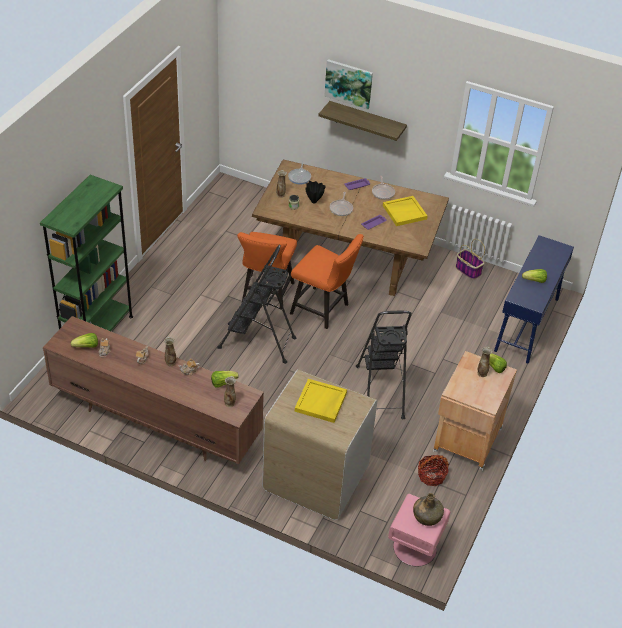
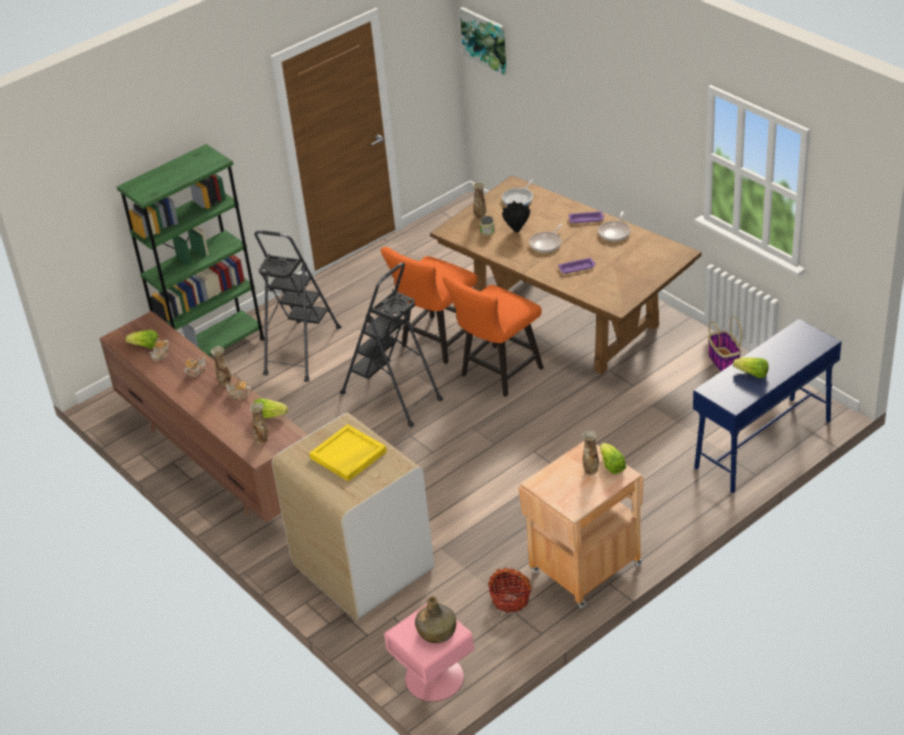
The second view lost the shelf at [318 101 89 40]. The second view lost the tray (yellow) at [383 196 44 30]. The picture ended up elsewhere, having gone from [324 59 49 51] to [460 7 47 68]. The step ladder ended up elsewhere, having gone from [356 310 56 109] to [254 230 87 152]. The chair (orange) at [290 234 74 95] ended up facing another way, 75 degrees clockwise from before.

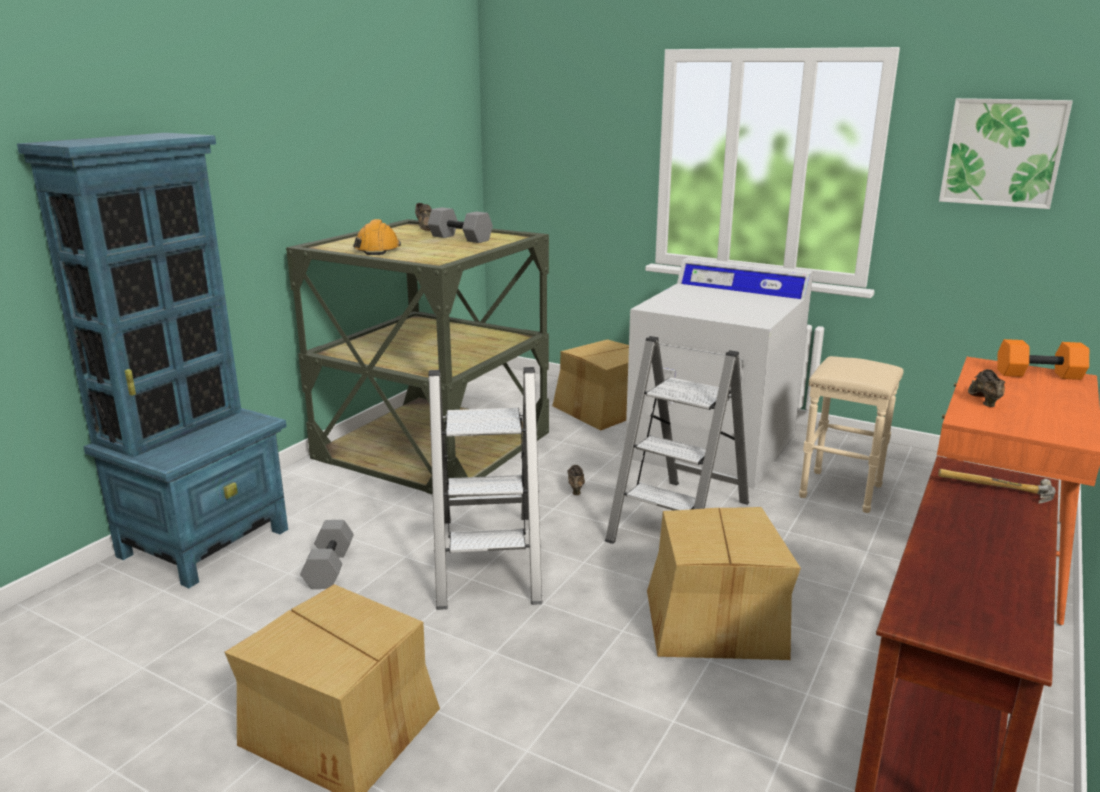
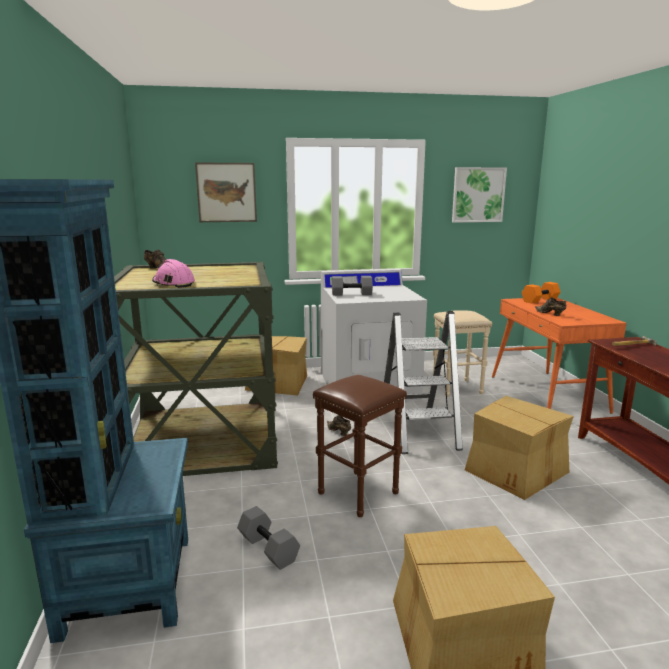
The second view gained the picture at [195 163 62 59]. The dumbbell (grey) ended up elsewhere, having gone from [428 207 65 36] to [332 276 41 20]. Where the step ladder (grey) stood at [428 367 114 243], the stool (brown) came to stand at [313 375 94 142]. What was the hard hat (orange) at [353 219 48 36] turned into the hard hat (pink) at [152 259 43 29].

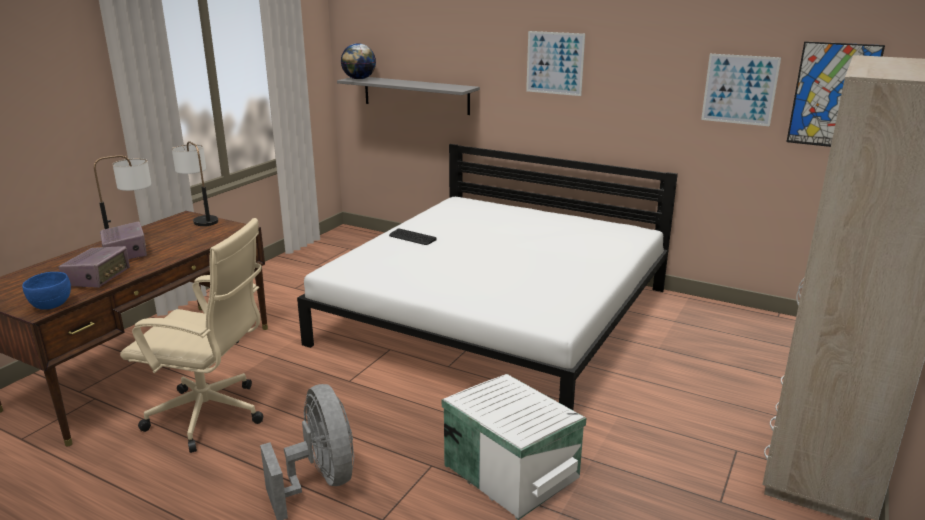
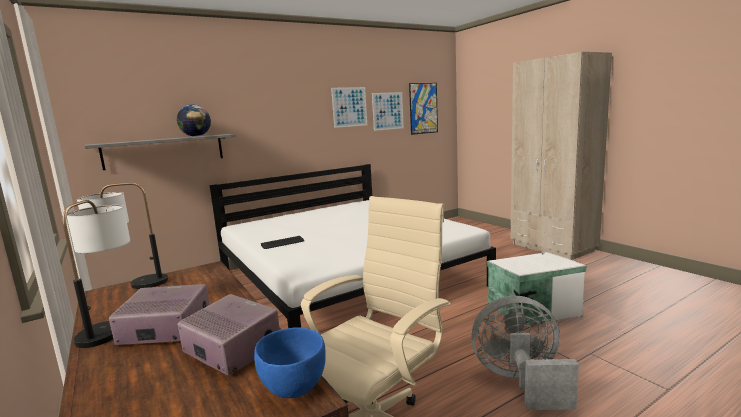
The globe ended up elsewhere, having gone from [341 43 35 37] to [177 104 34 33]. The picture ended up elsewhere, having gone from [526 31 59 65] to [331 87 36 41].

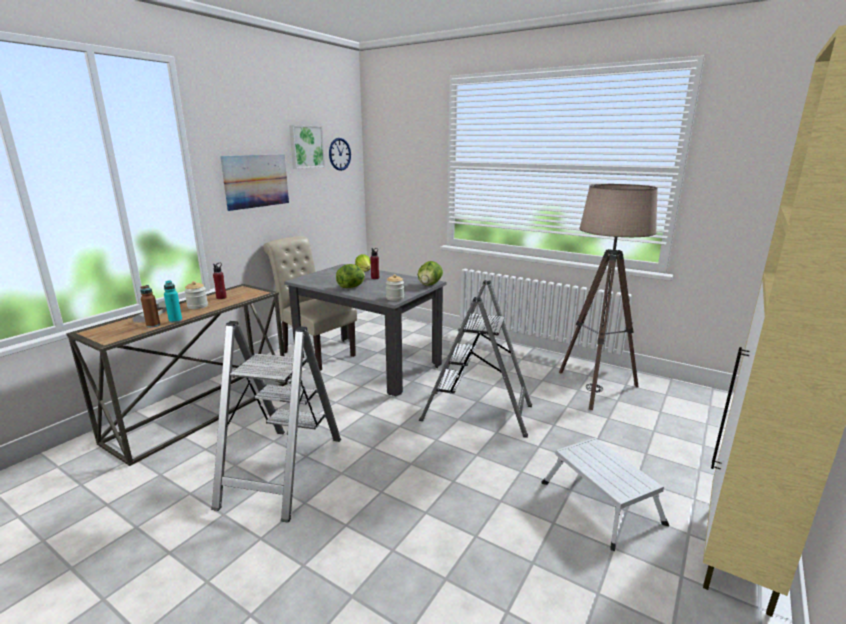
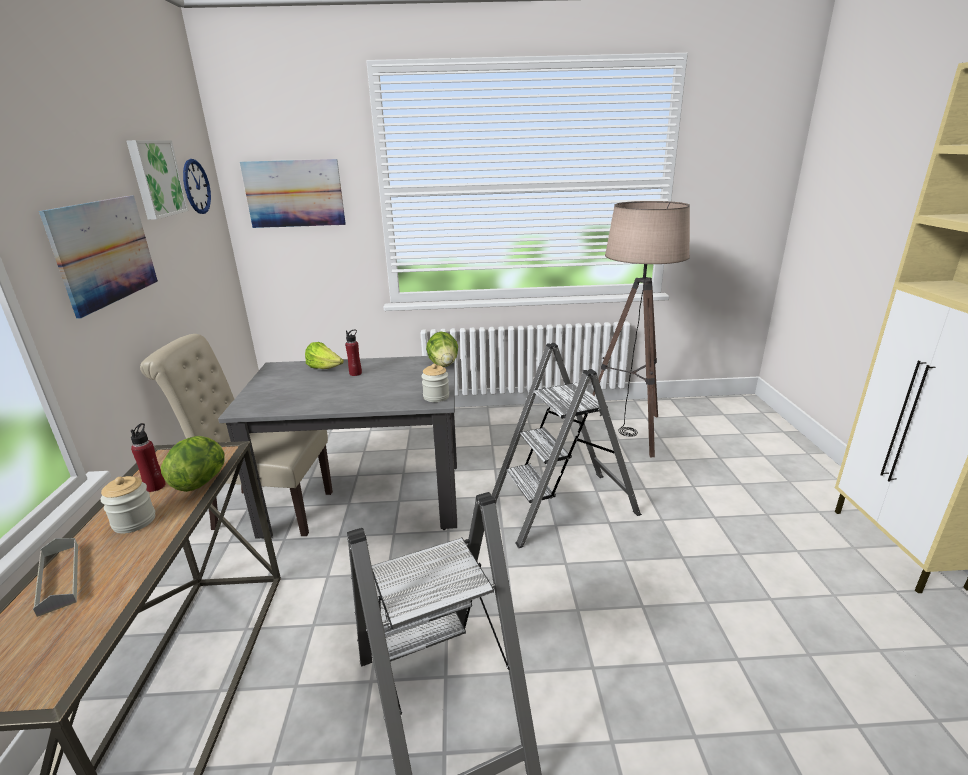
The second view lost the bottle (brown) at [140 285 20 43]. The second view lost the bottle (turquoise) at [164 280 18 43]. The second view lost the step ladder (white) at [541 437 128 114]. The second view gained the picture at [240 159 106 69]. The lettuce ended up elsewhere, having gone from [336 264 29 24] to [161 436 64 56].

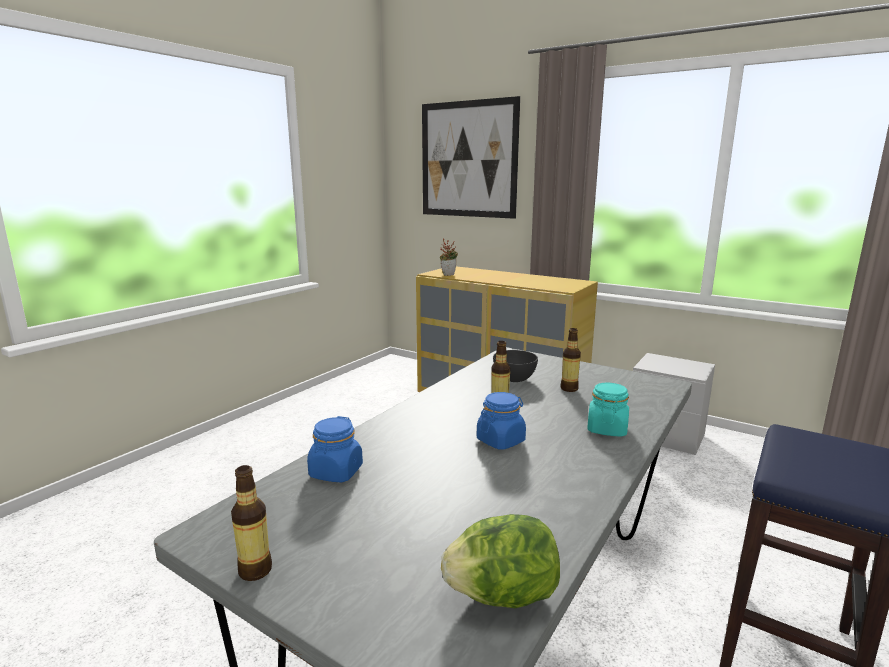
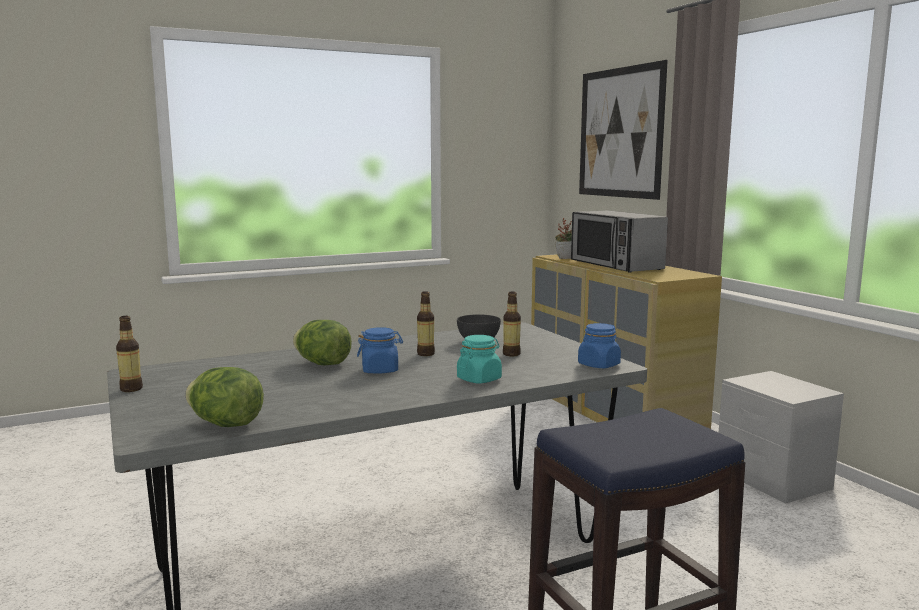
The second view gained the lettuce at [293 320 59 45]. The second view gained the microwave at [571 210 97 62]. The jar (blue) ended up elsewhere, having gone from [307 416 56 67] to [578 323 43 45].

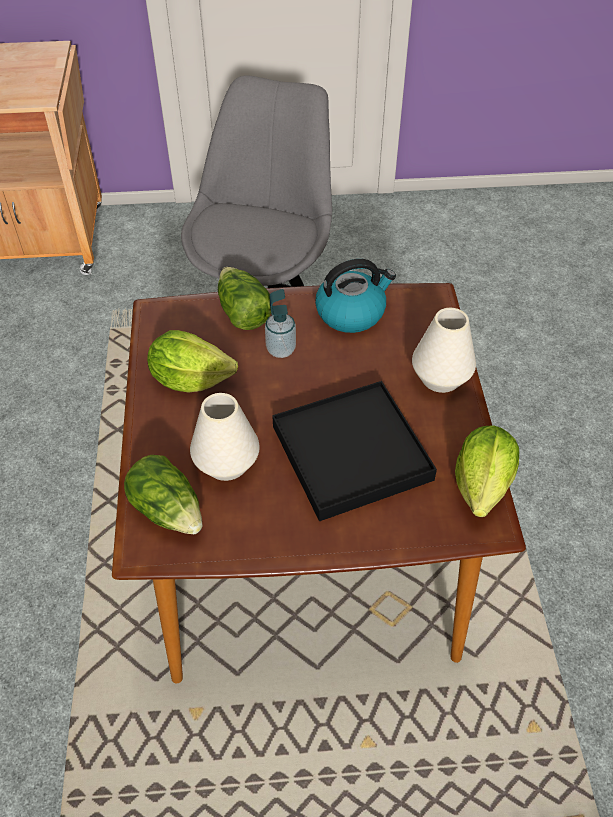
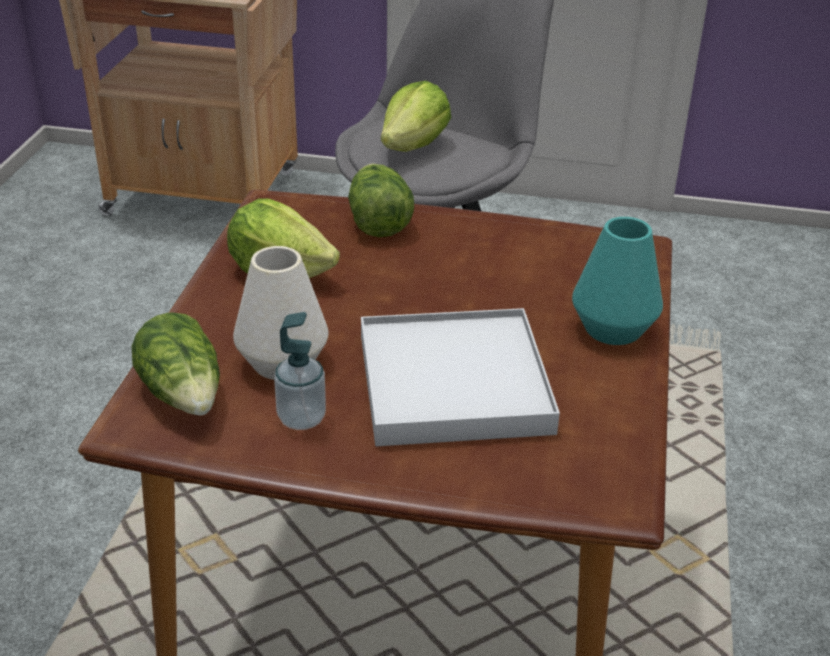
The second view lost the kettle at [315 259 81 74]. The soap dispenser ended up elsewhere, having gone from [265 289 31 69] to [274 312 52 118]. The lettuce ended up elsewhere, having gone from [455 425 64 92] to [381 81 70 71]. What was the tray (black) at [272 381 165 140] turned into the tray (white) at [361 308 199 138]. What was the vase (white) at [412 308 64 85] turned into the vase (turquoise) at [572 217 91 128].

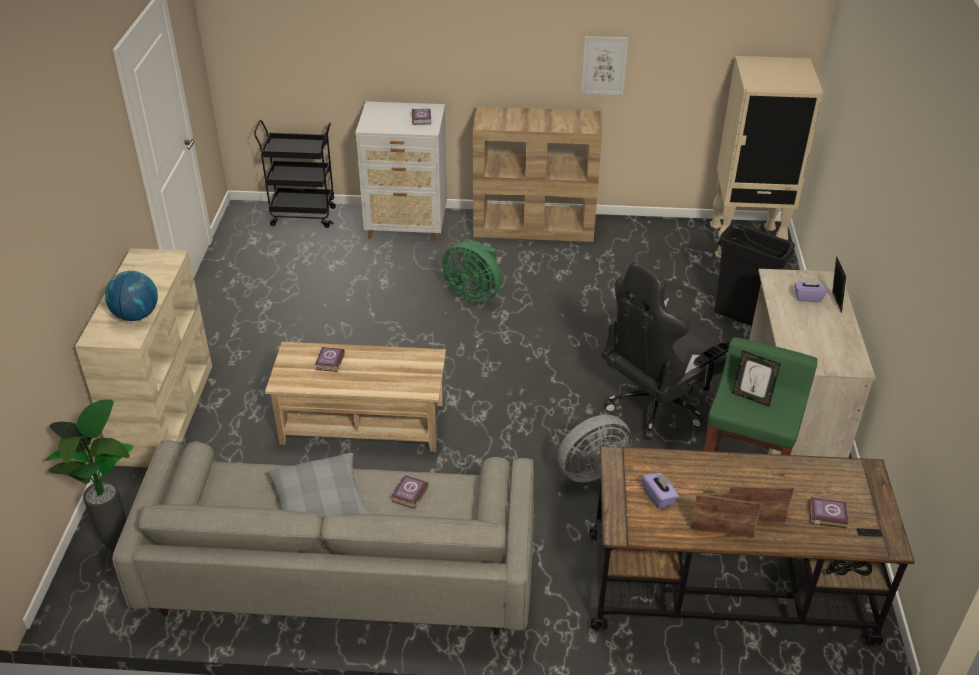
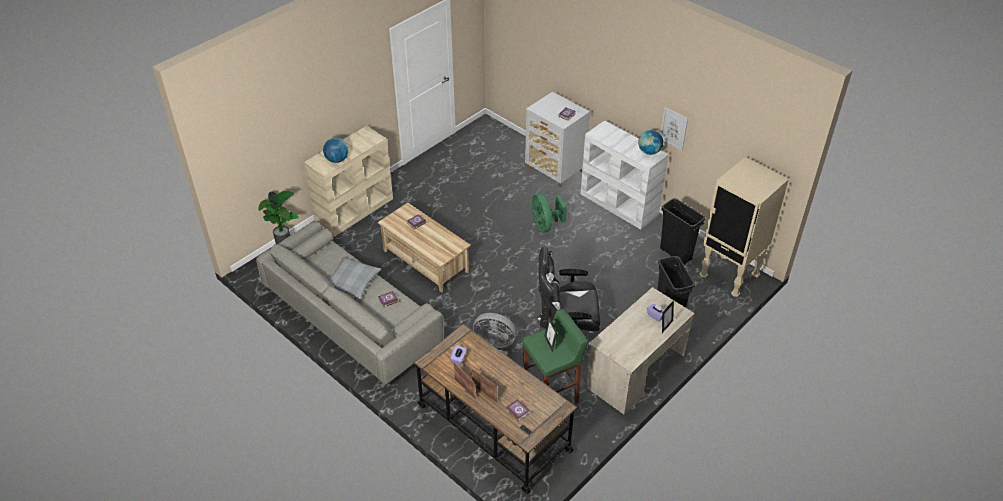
The second view lost the cart (black) at [254 120 82 108]. The second view gained the globe at [638 130 25 25]. The second view gained the trash can (black) at [660 198 45 67]. What was the bookcase (brown) at [473 107 129 135] turned into the bookcase (white) at [581 120 87 110].

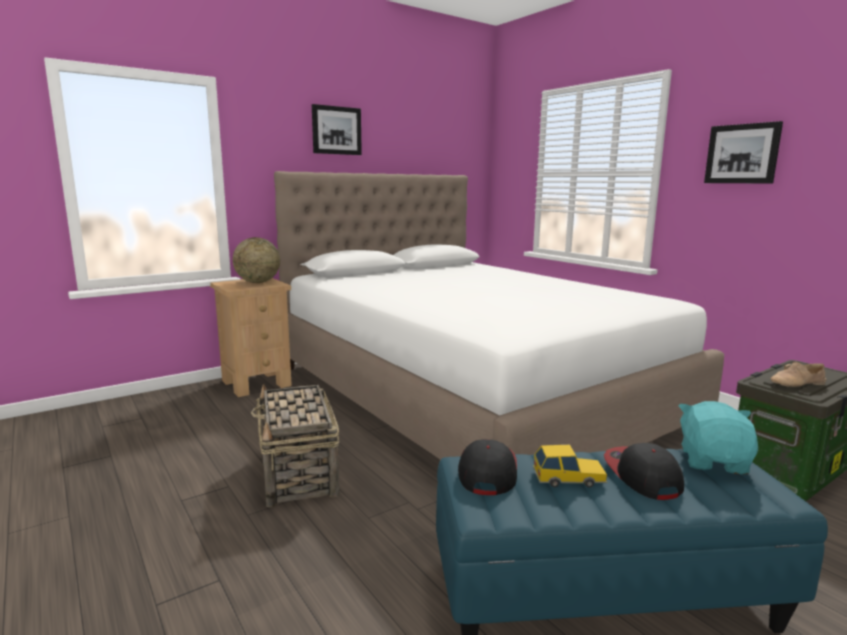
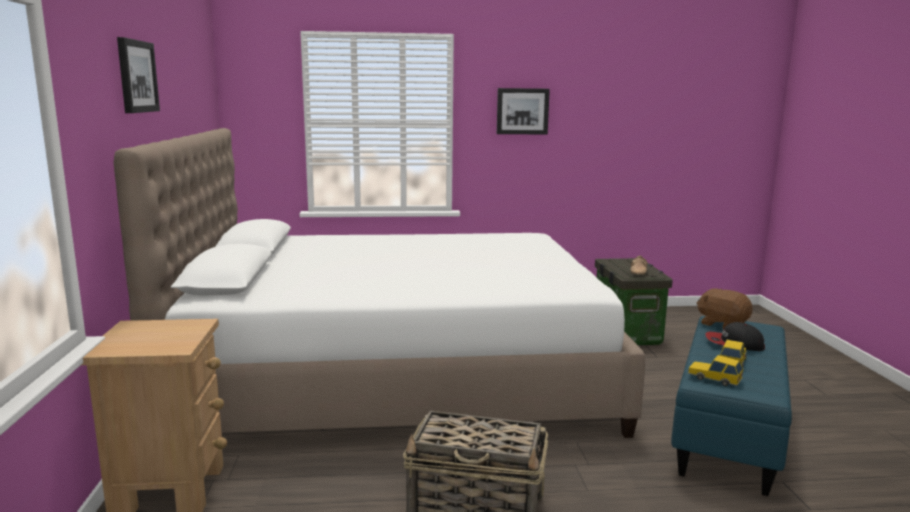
The second view lost the globe at [233 237 47 46]. Where the cap stood at [458 439 59 56], the toy car came to stand at [688 355 55 31]. What was the plush toy (turquoise) at [679 401 79 74] turned into the plush toy (brown) at [697 288 56 41].

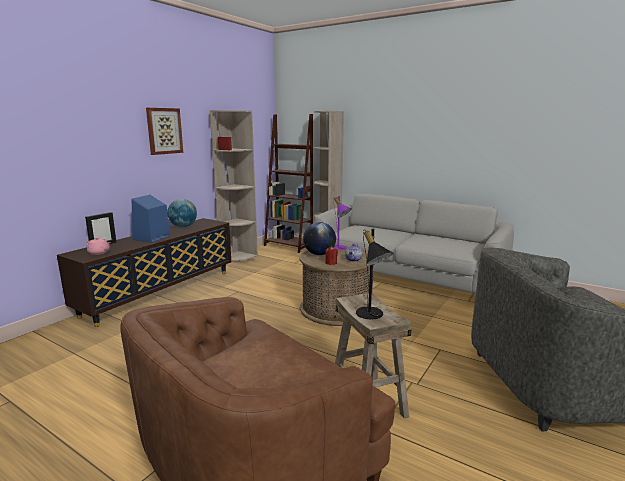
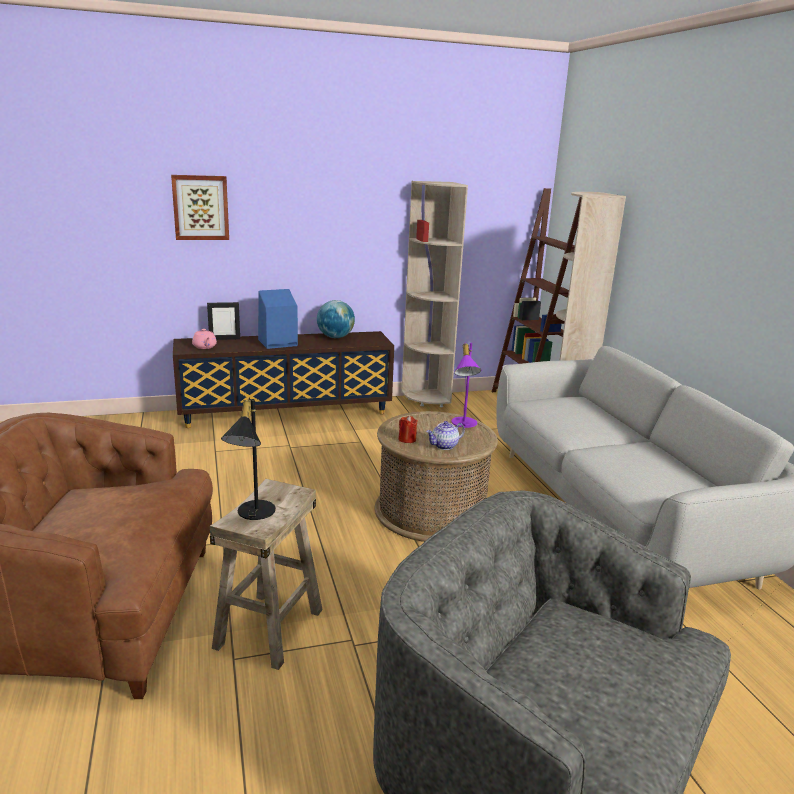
The second view lost the globe at [303 222 33 33]. The picture ended up elsewhere, having gone from [146 108 37 47] to [171 175 58 65].

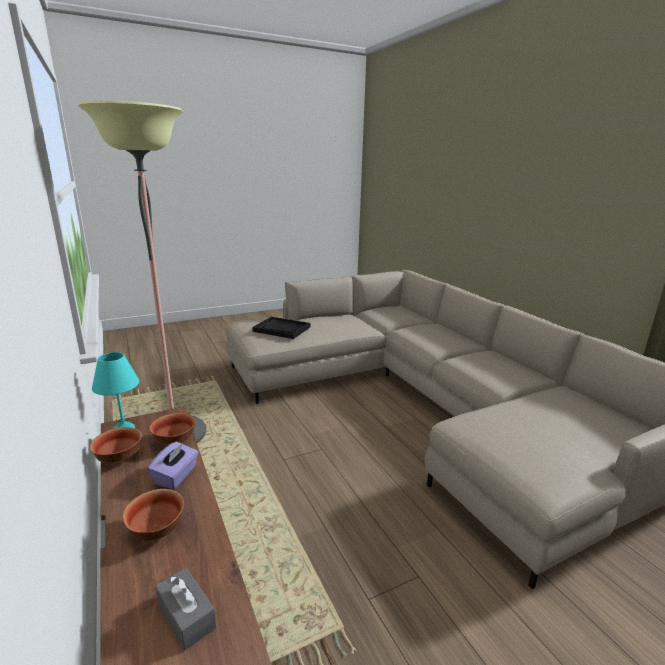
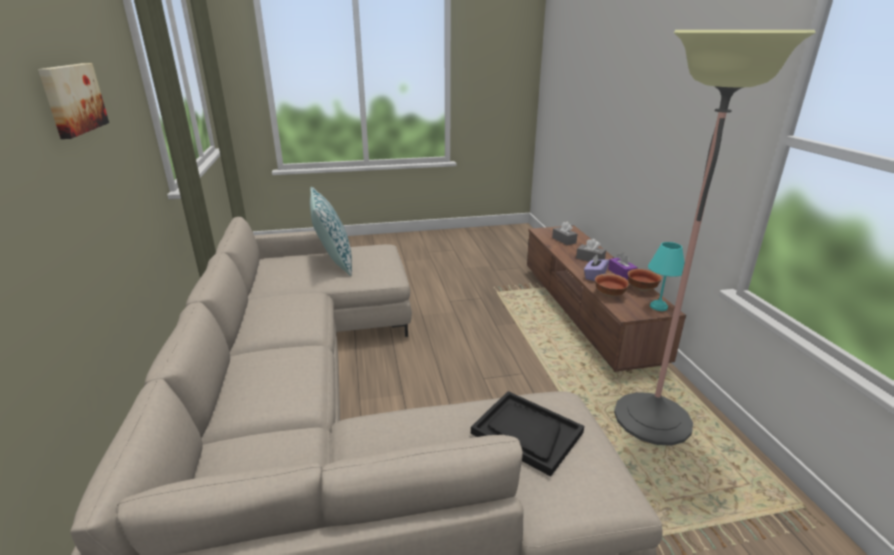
The second view gained the picture at [38 63 71 76]. The second view gained the pillow at [310 187 42 89]. The second view gained the tissue box (purple) at [608 252 30 28]. Where the bowl stood at [123 489 61 52], the tissue box (grey) came to stand at [576 239 30 22].

